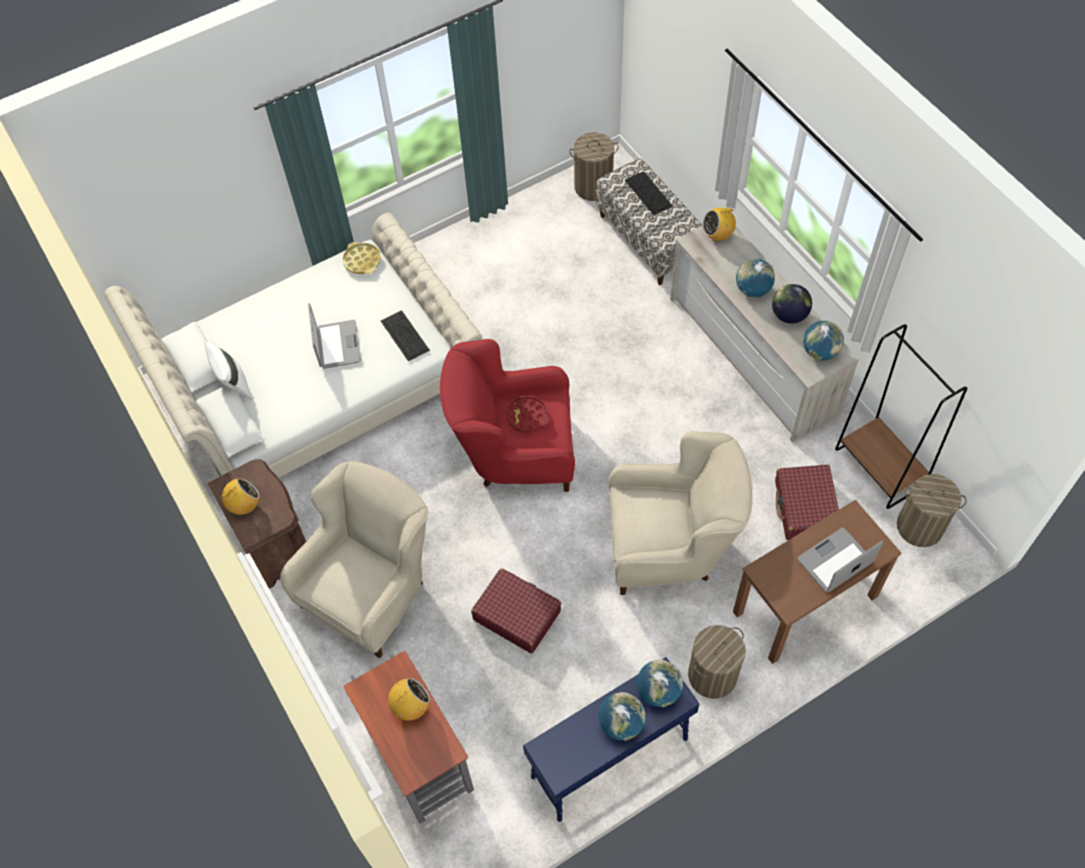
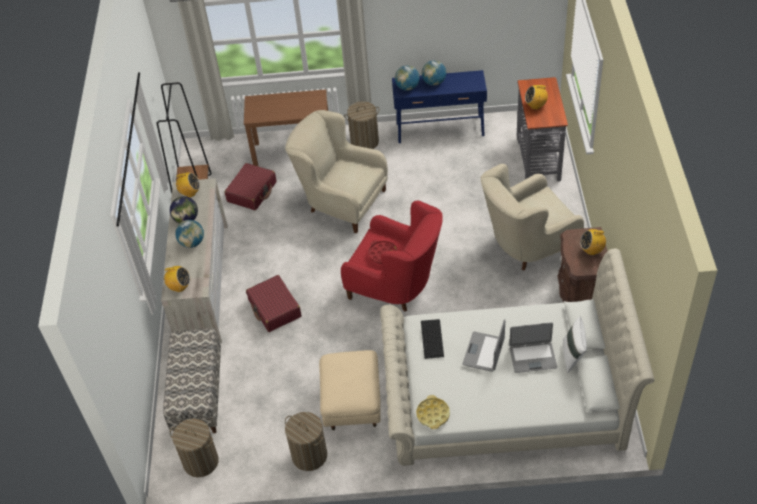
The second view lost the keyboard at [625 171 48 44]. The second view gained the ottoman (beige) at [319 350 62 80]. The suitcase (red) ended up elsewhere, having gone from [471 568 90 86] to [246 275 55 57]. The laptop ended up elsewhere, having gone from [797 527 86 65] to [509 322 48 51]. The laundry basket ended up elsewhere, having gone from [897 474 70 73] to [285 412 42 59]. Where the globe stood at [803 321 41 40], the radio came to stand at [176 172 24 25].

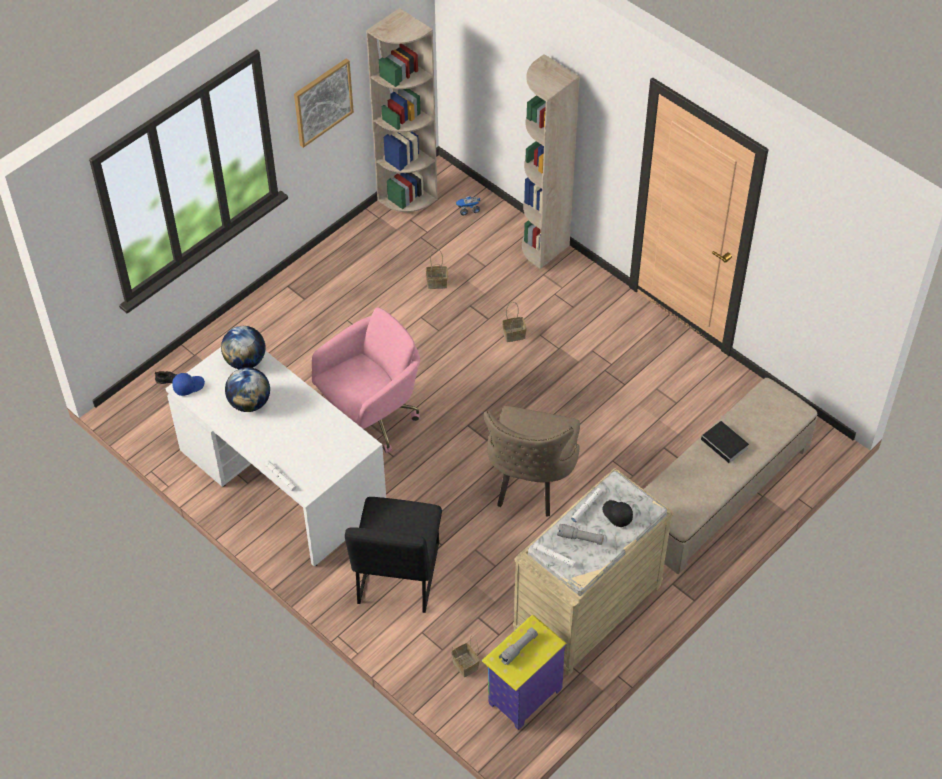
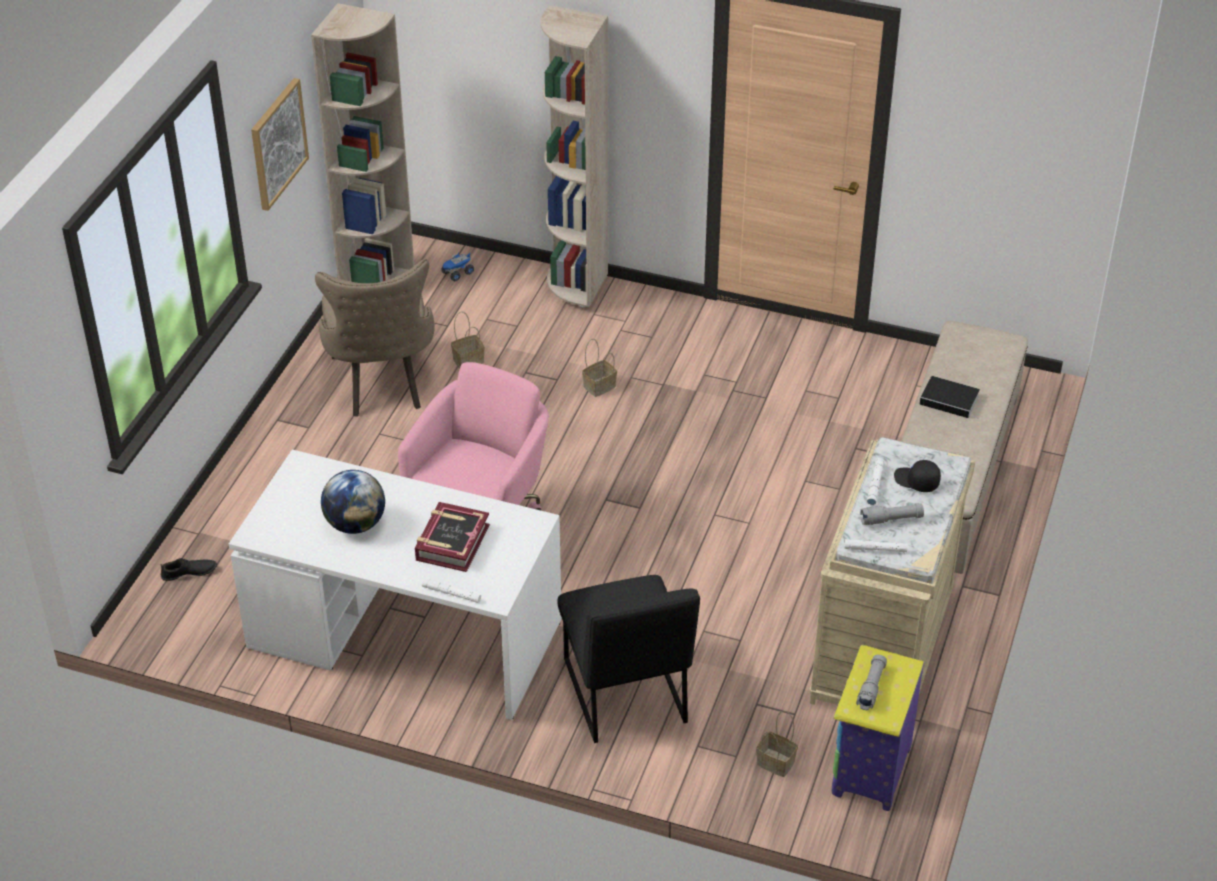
The second view lost the cap (blue) at [172 373 33 23]. The second view lost the globe at [221 326 45 43]. The second view gained the book at [415 502 75 70]. The chair (beige) ended up elsewhere, having gone from [484 406 96 111] to [315 259 119 158].

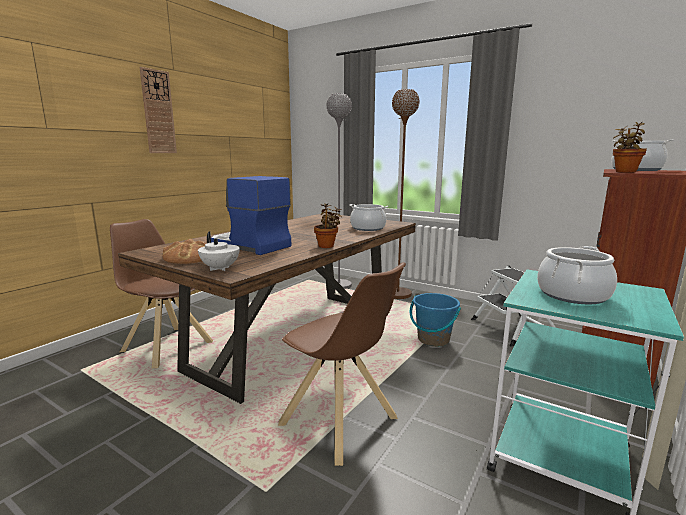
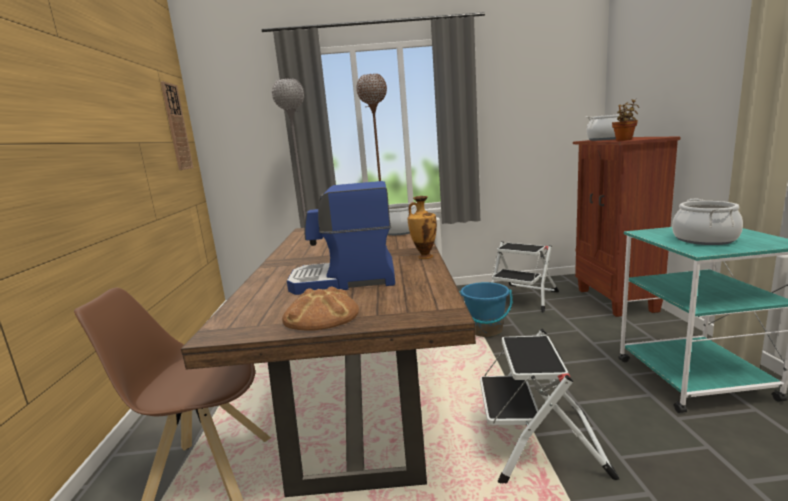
The second view lost the teapot (white) at [198 231 42 40]. The wall clock ended up elsewhere, having gone from [140 67 37 86] to [161 81 32 89]. Where the chair (brown) stood at [278 262 128 204], the step ladder came to stand at [480 329 139 155]. Where the potted plant stood at [314 203 28 45], the vase came to stand at [408 196 29 63].

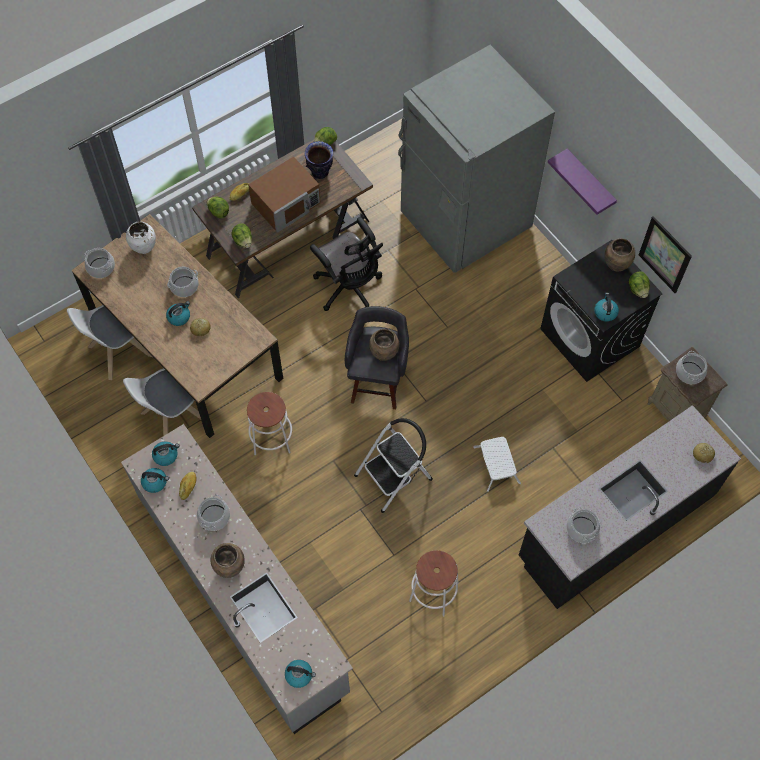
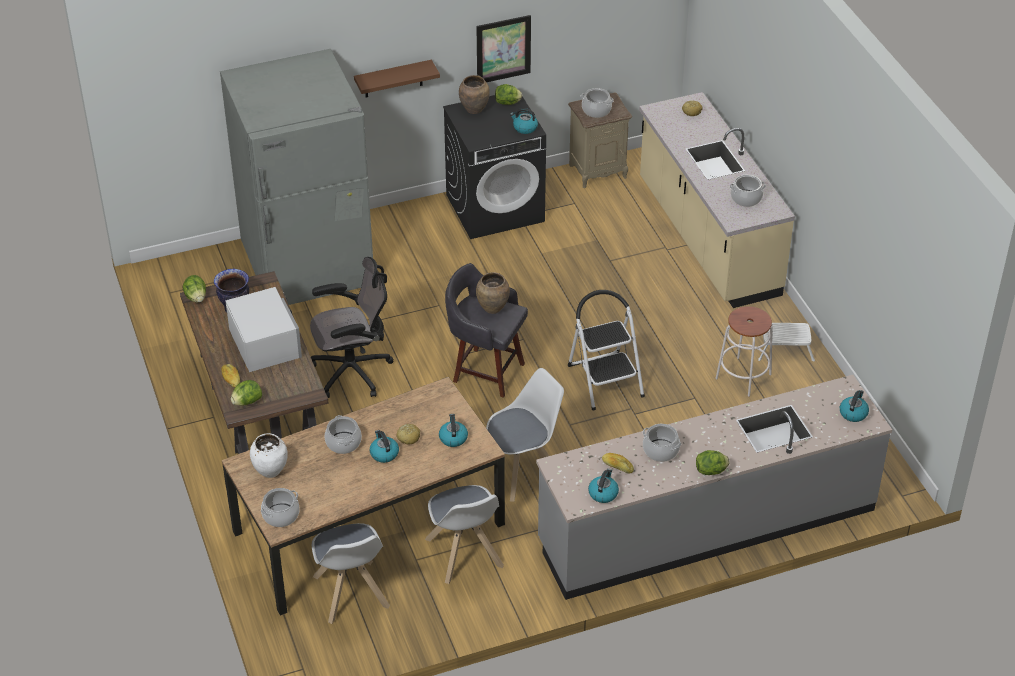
The second view lost the vase (brown) at [211 543 34 35]. The kettle ended up elsewhere, having gone from [152 442 28 24] to [439 414 29 33]. The lettuce ended up elsewhere, having gone from [231 223 21 25] to [696 450 33 25]. The step ladder (white) ended up elsewhere, having gone from [473 437 48 55] to [758 323 57 39]. Where the stool (white) stood at [247 392 45 63], the chair came to stand at [486 368 78 134]. What was the microwave (brown) at [248 156 73 77] turned into the microwave (white) at [225 287 77 85]. What was the counter (black) at [519 405 222 204] turned into the counter (beige) at [639 92 156 216]. What was the shelf (purple) at [548 149 69 66] turned into the shelf (brown) at [354 60 86 38].

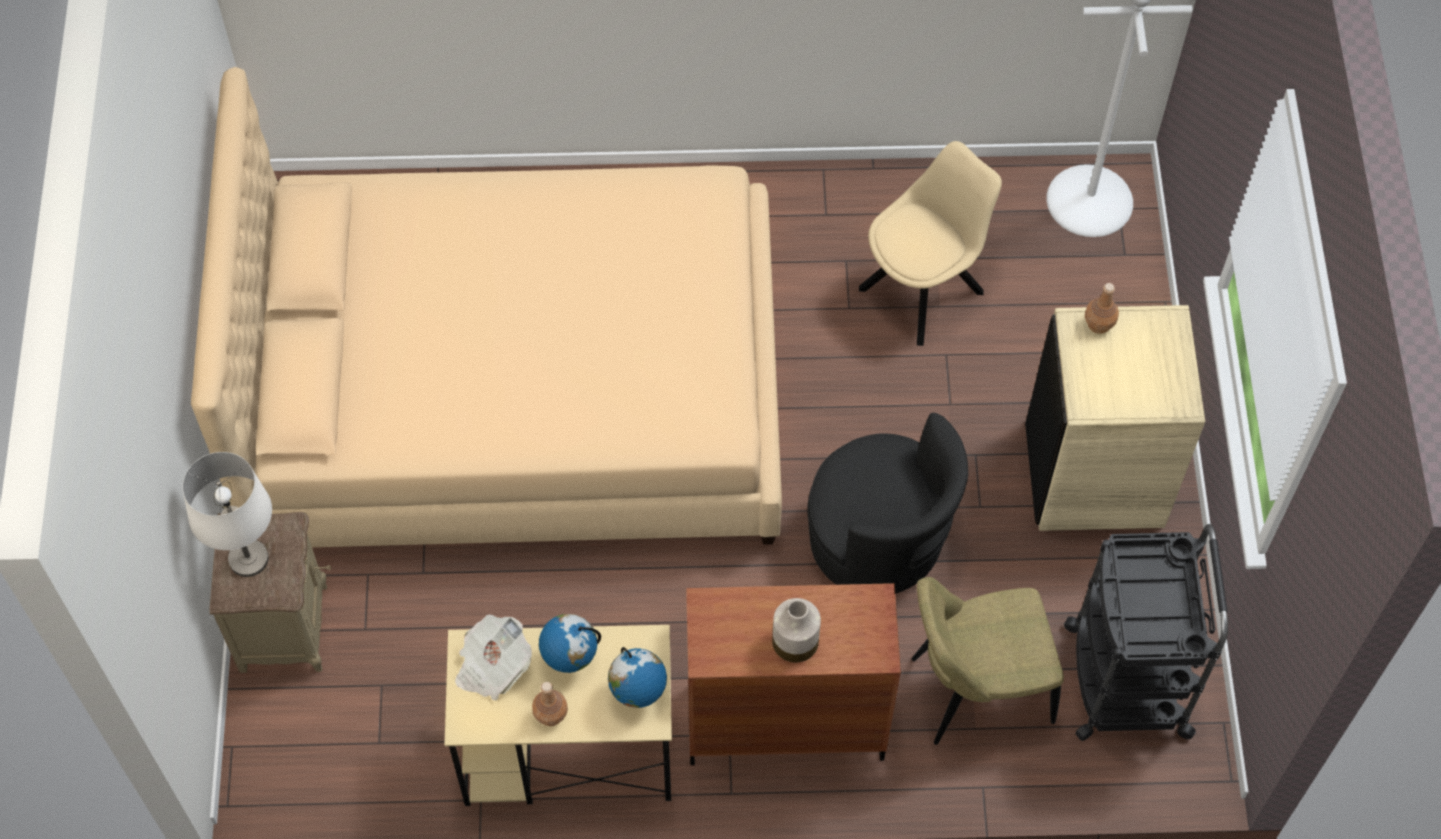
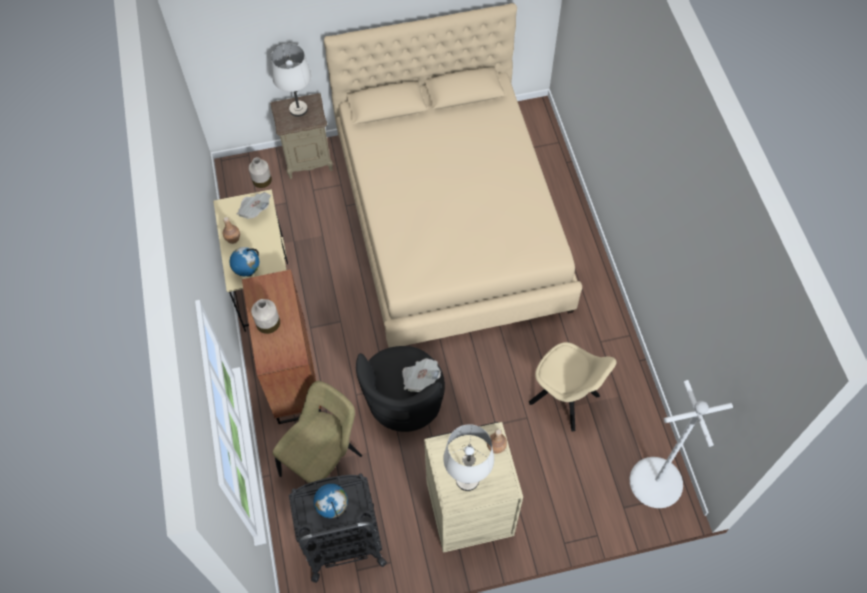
The second view gained the vase (beige) at [249 157 23 31]. The second view gained the newspaper at [402 358 39 34]. The second view gained the table lamp (white) at [443 424 51 67]. The globe ended up elsewhere, having gone from [539 614 62 59] to [314 484 34 35]. The chair (beige) at [911 577 153 168] ended up facing another way, 60 degrees clockwise from before.

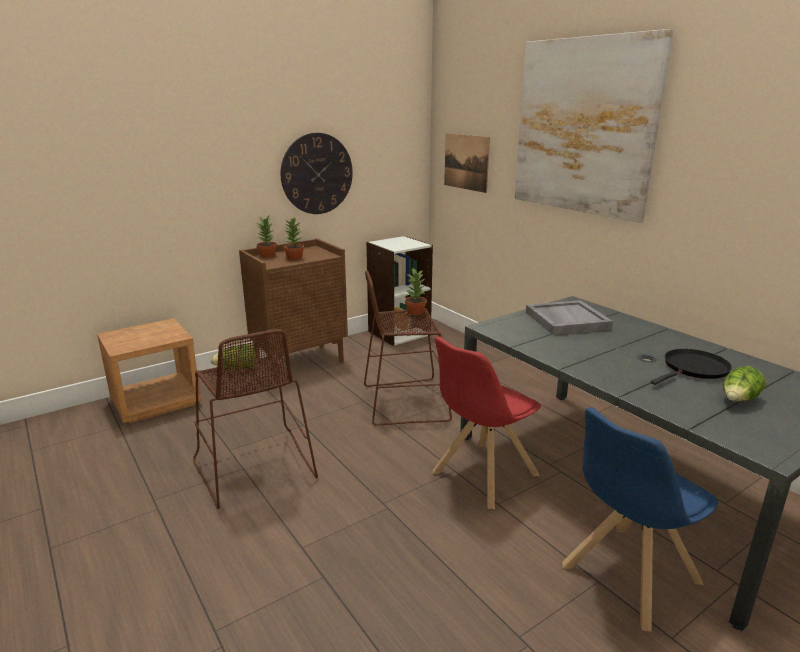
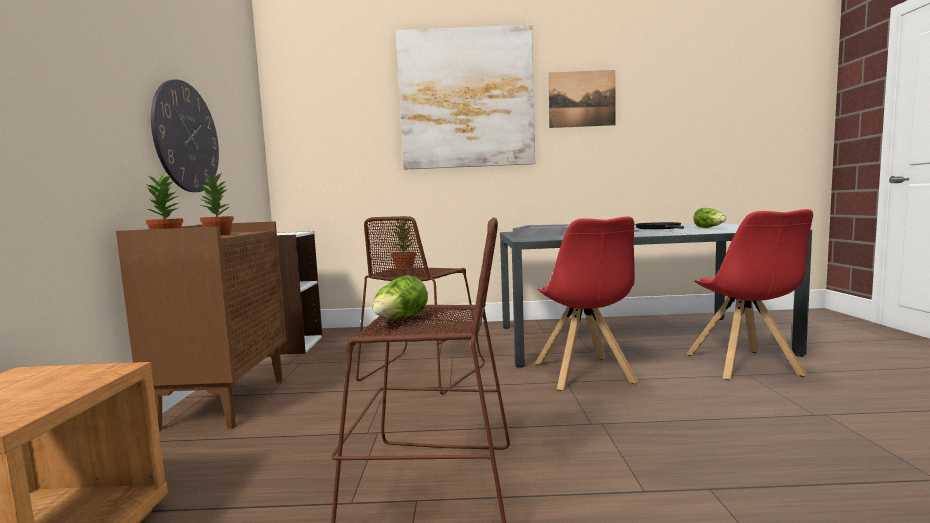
The picture ended up elsewhere, having gone from [444 133 46 60] to [548 70 68 58]. What was the chair (blue) at [562 407 156 225] turned into the chair (red) at [686 209 127 171].

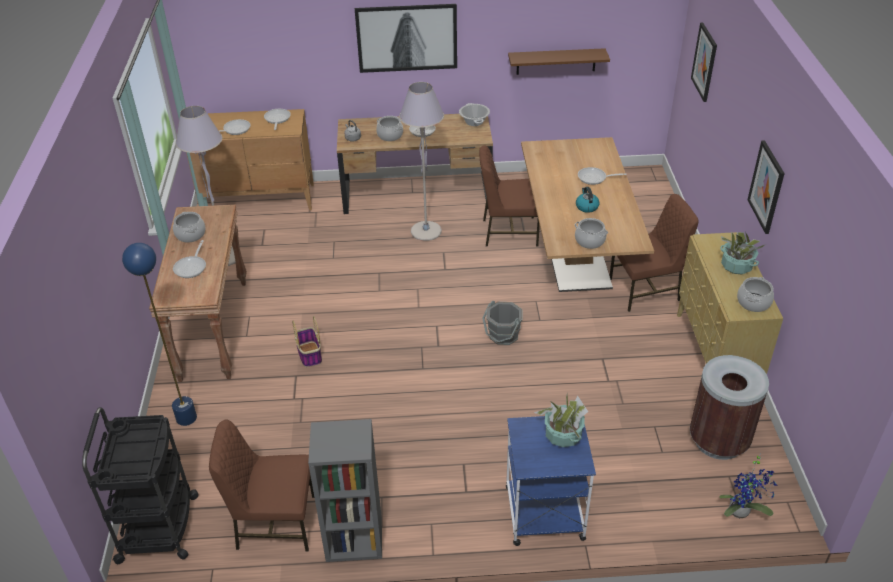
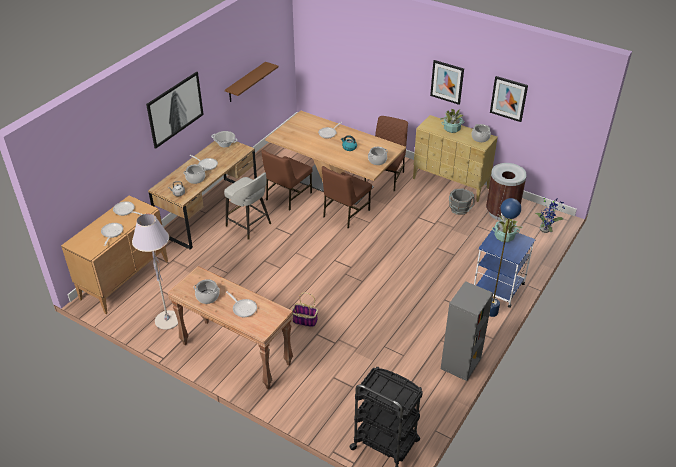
The floor lamp (blue) ended up elsewhere, having gone from [122 243 75 183] to [489 198 32 119]. The chair (brown) ended up elsewhere, having gone from [209 420 105 132] to [322 166 50 62]. The bucket (grey) ended up elsewhere, having gone from [482 301 41 44] to [449 188 26 27]. The picture ended up elsewhere, having gone from [691 23 26 79] to [490 76 38 46]. Where the floor lamp (grey) stood at [399 82 45 159], the stool (grey) came to stand at [224 173 47 67].

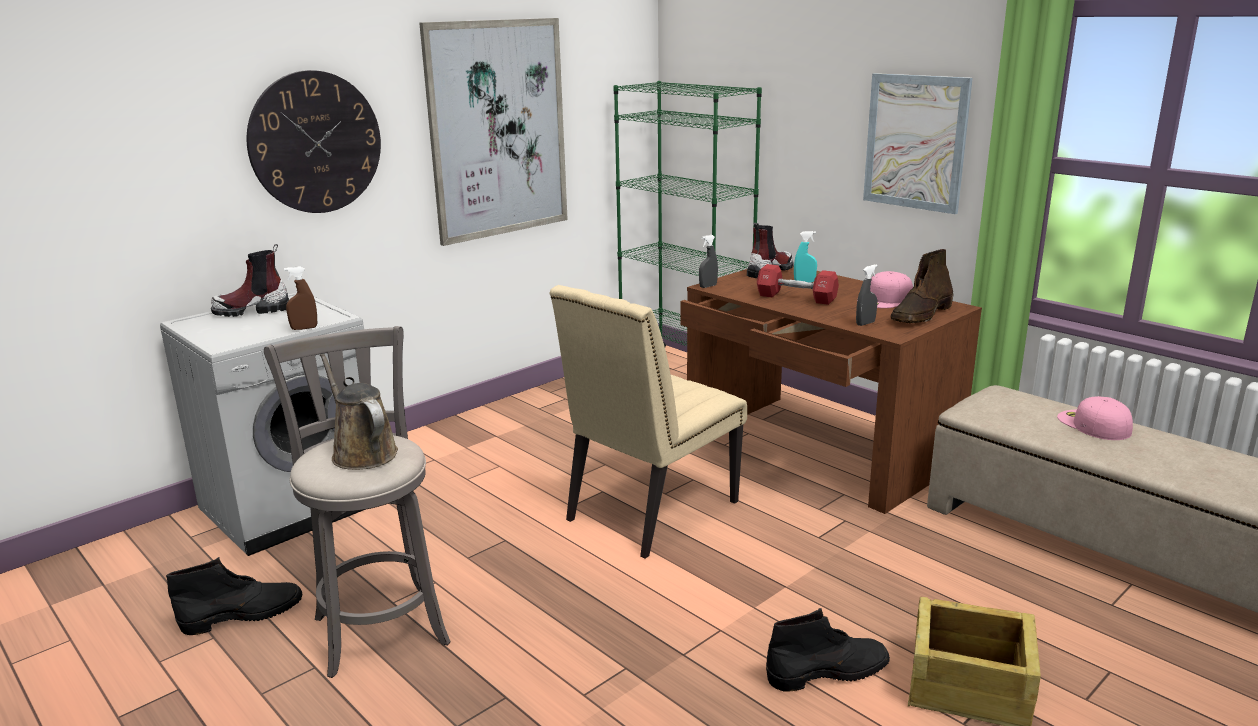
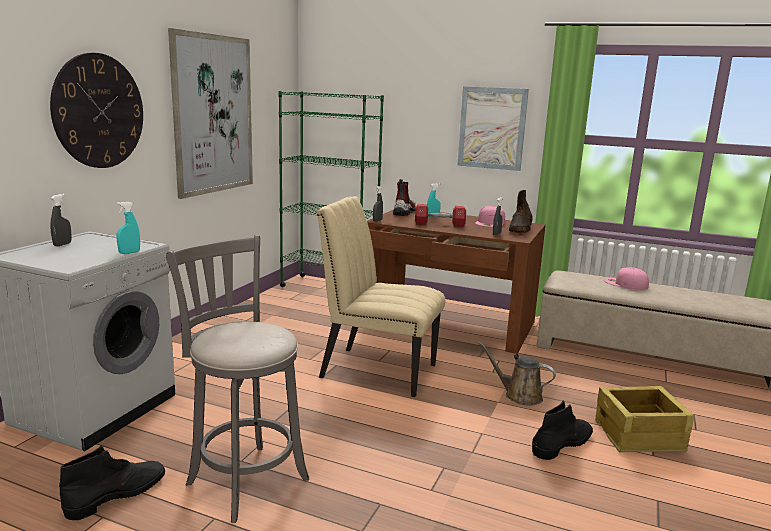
The watering can (brown) ended up elsewhere, having gone from [319 354 79 116] to [478 342 78 63]. Where the boot stood at [211 244 78 73], the spray bottle (grey) came to stand at [51 194 21 53]. What was the spray bottle (brown) at [284 266 33 64] turned into the spray bottle (turquoise) at [116 201 24 53]. The chair (beige) at [550 285 197 274] ended up facing another way, 90 degrees clockwise from before.

